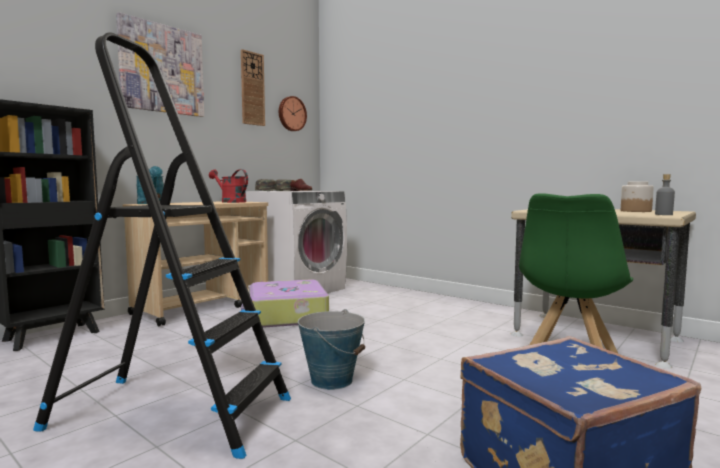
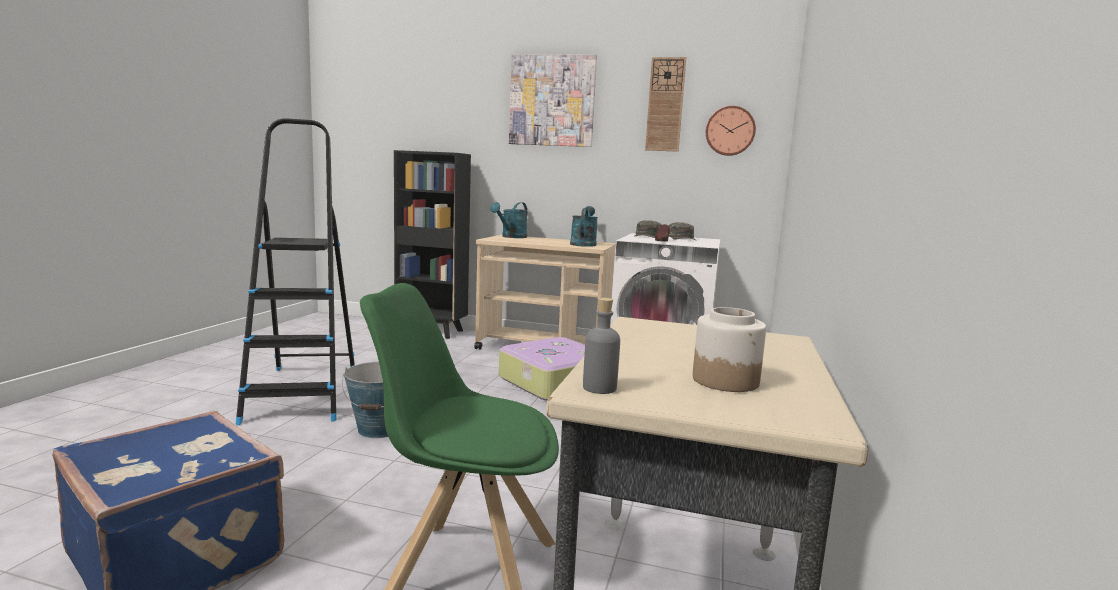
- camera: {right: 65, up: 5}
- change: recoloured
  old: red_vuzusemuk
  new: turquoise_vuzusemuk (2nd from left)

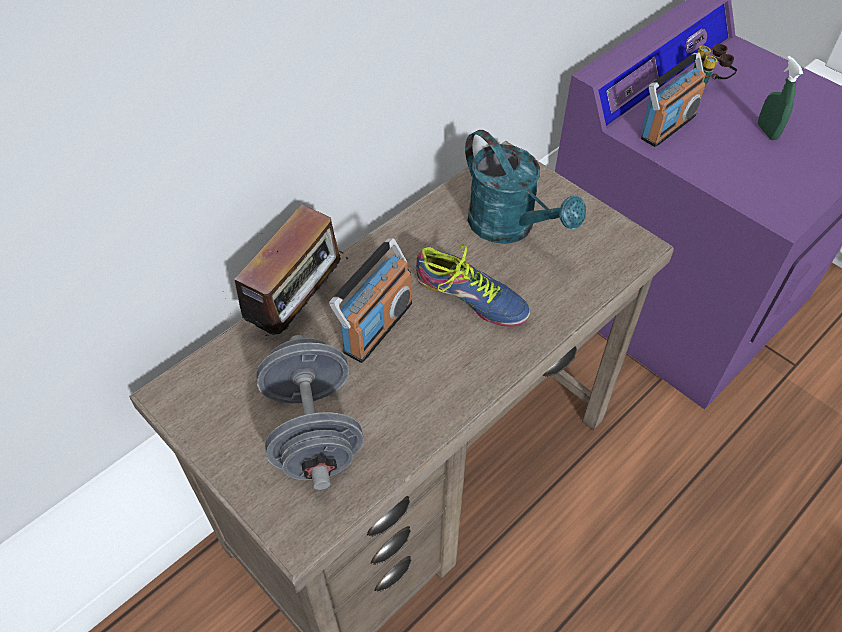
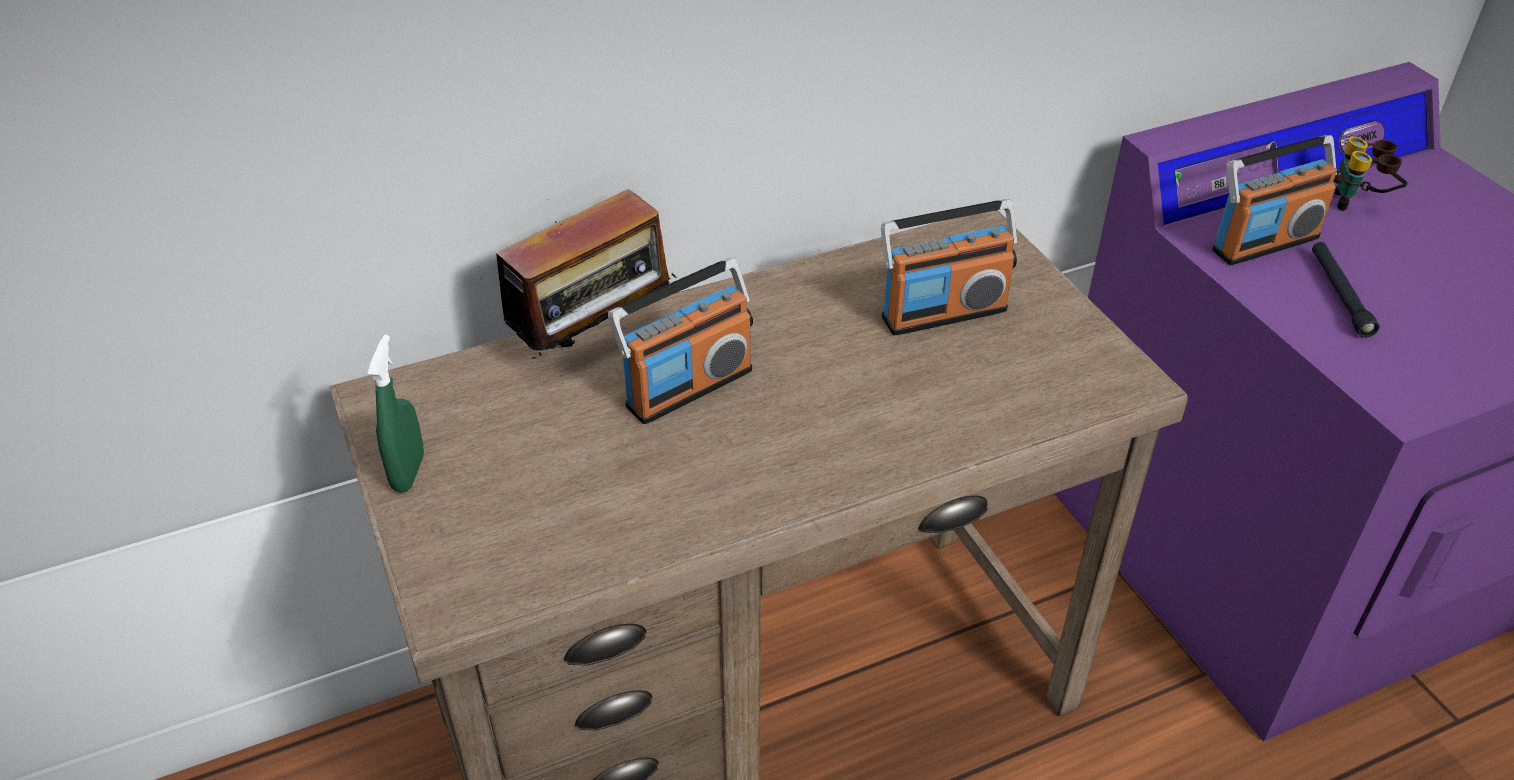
- camera: {right: 20, up: -10}
- change: moved
  old: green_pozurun
- change: replaced
  old: turquoise_vuzusemuk
  new: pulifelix (3rd from left)
- change: removed
  old: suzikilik
- change: removed
  old: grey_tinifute
- change: added
  new: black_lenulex

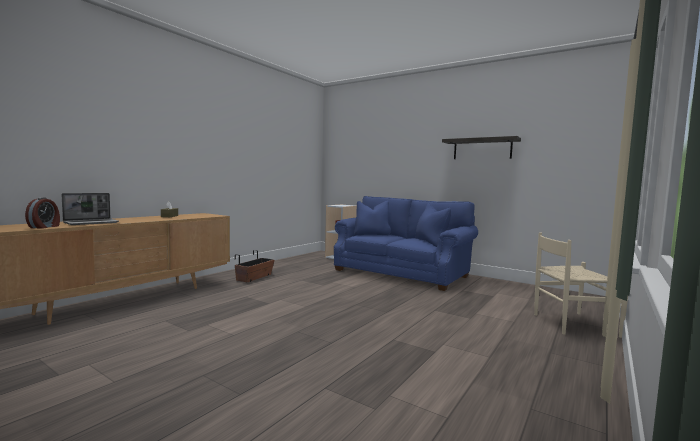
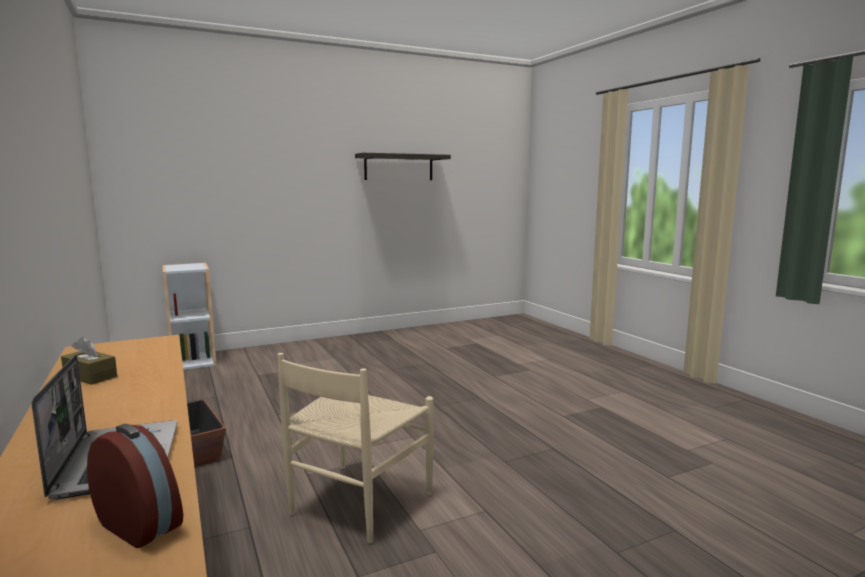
- camera: {right: -60, up: 5}
- change: removed
  old: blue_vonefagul
- change: moved
  old: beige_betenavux

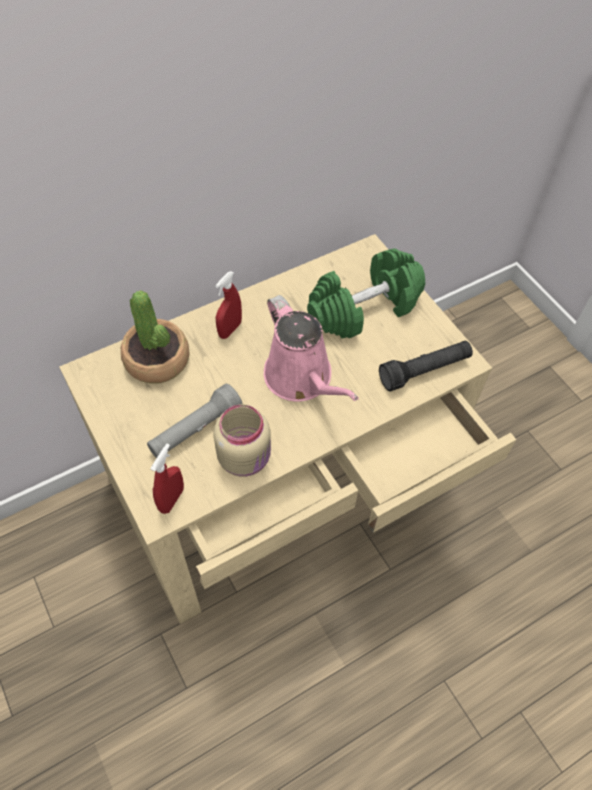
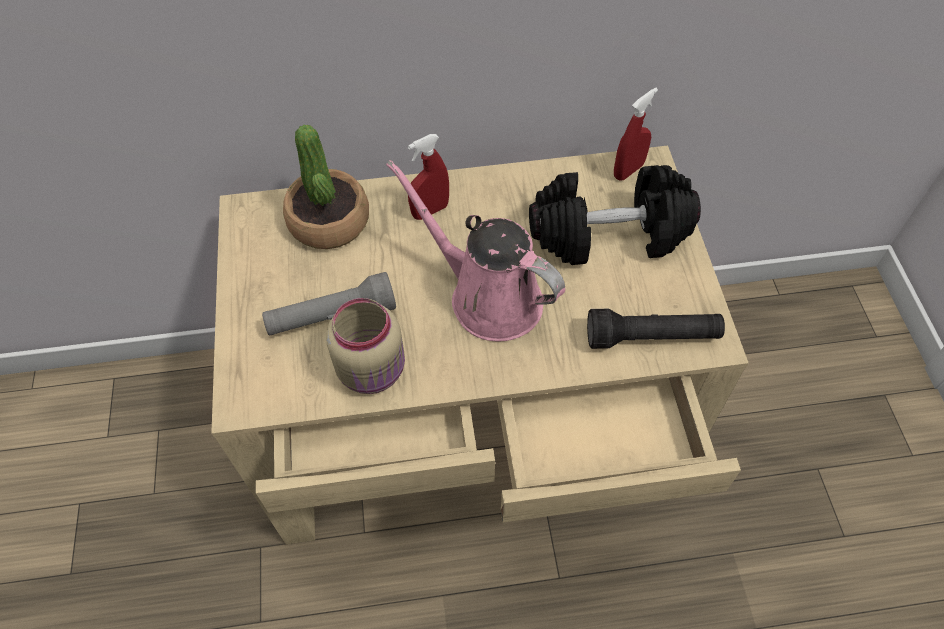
- camera: {right: 25, up: 0}
- change: recoloured
  old: green_tinifute
  new: black_tinifute
- change: turned
  old: pink_vuzusemuk
  degrees: 135
- change: moved
  old: red_pozurun (1st from left in the first image)
  new: red_pozurun (2nd from left)

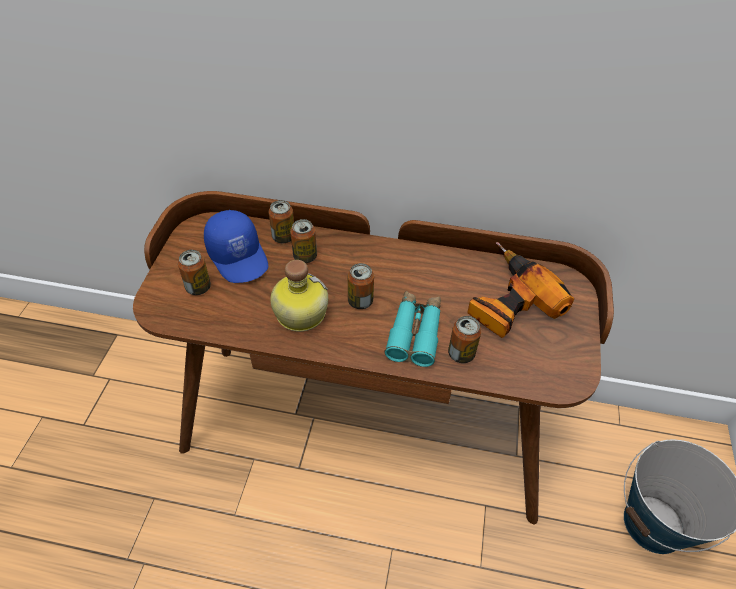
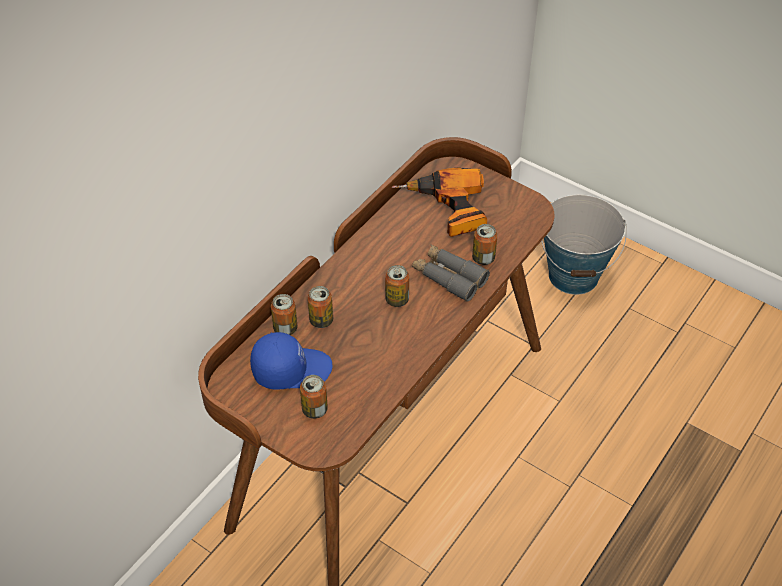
- camera: {right: -65, up: 0}
- change: removed
  old: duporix
- change: recoloured
  old: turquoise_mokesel
  new: grey_mokesel

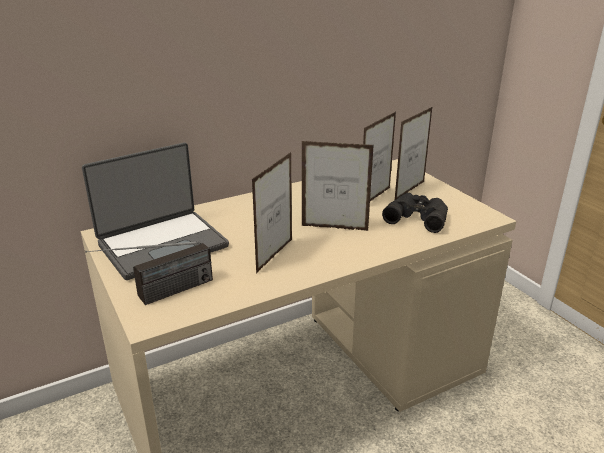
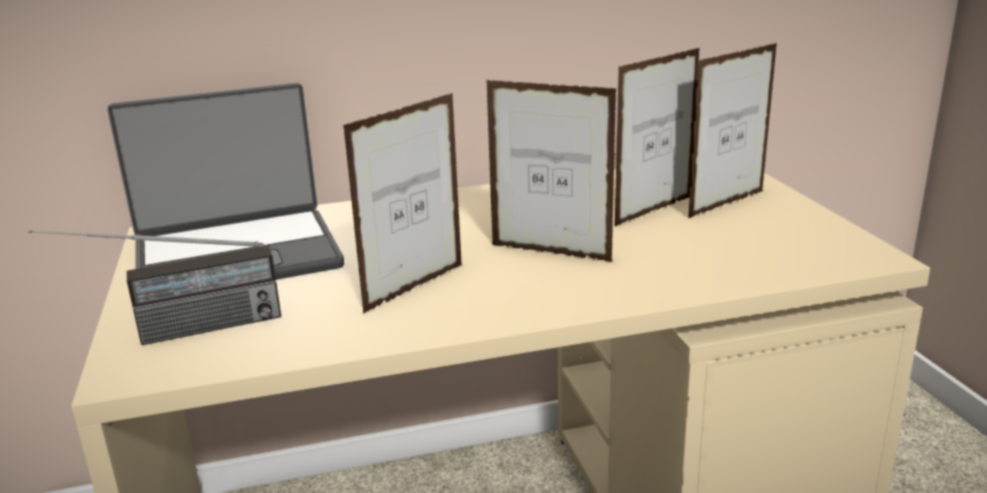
- camera: {right: 15, up: -5}
- change: removed
  old: black_mokesel

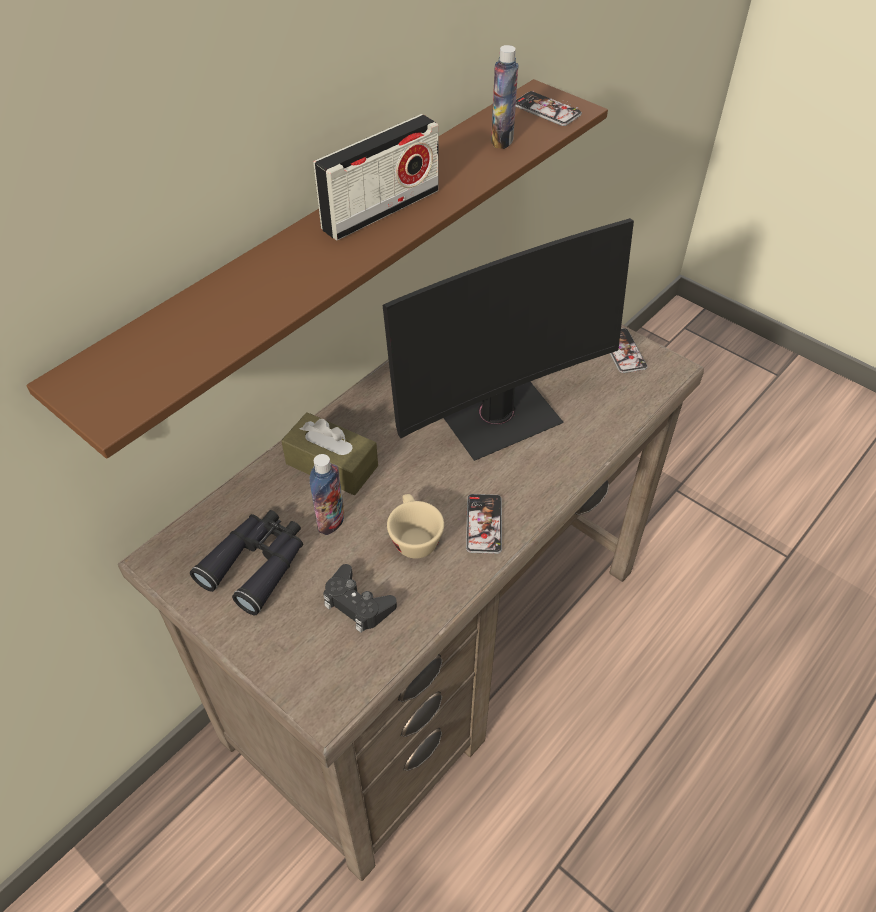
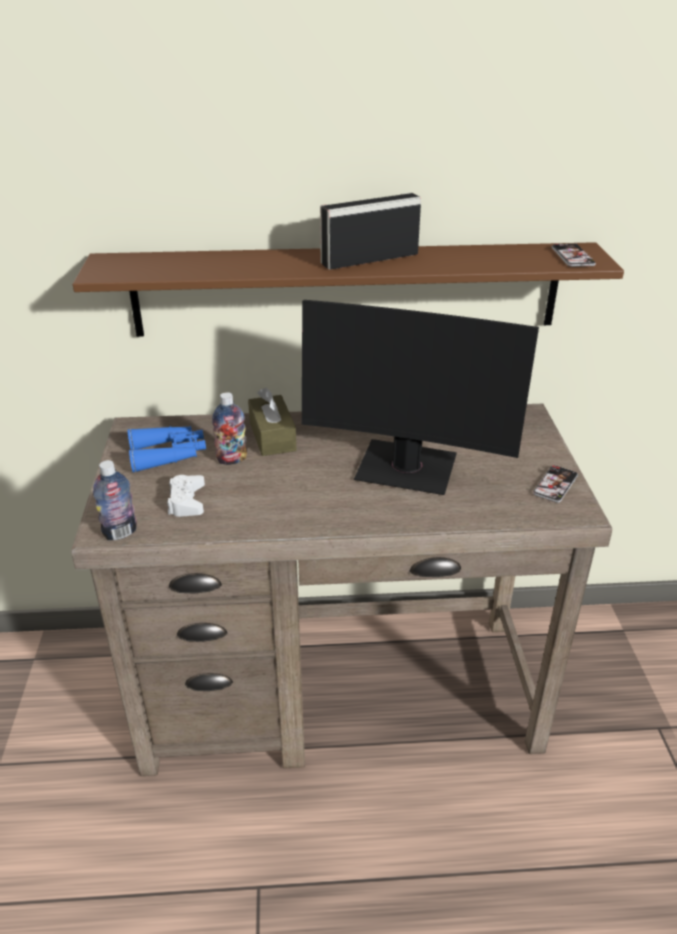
- camera: {right: 45, up: -15}
- change: moved
  old: duporix (2nd from left in the first image)
  new: duporix (1st from left)
- change: turned
  old: pulifelix
  degrees: 150
- change: removed
  old: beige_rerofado
- change: removed
  old: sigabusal (1st from left)
- change: recoloured
  old: black_mokesel
  new: blue_mokesel
- change: recoloured
  old: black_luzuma
  new: white_luzuma

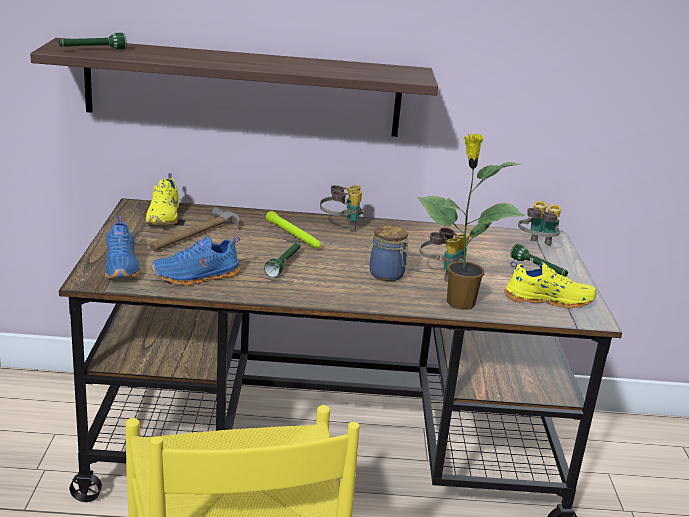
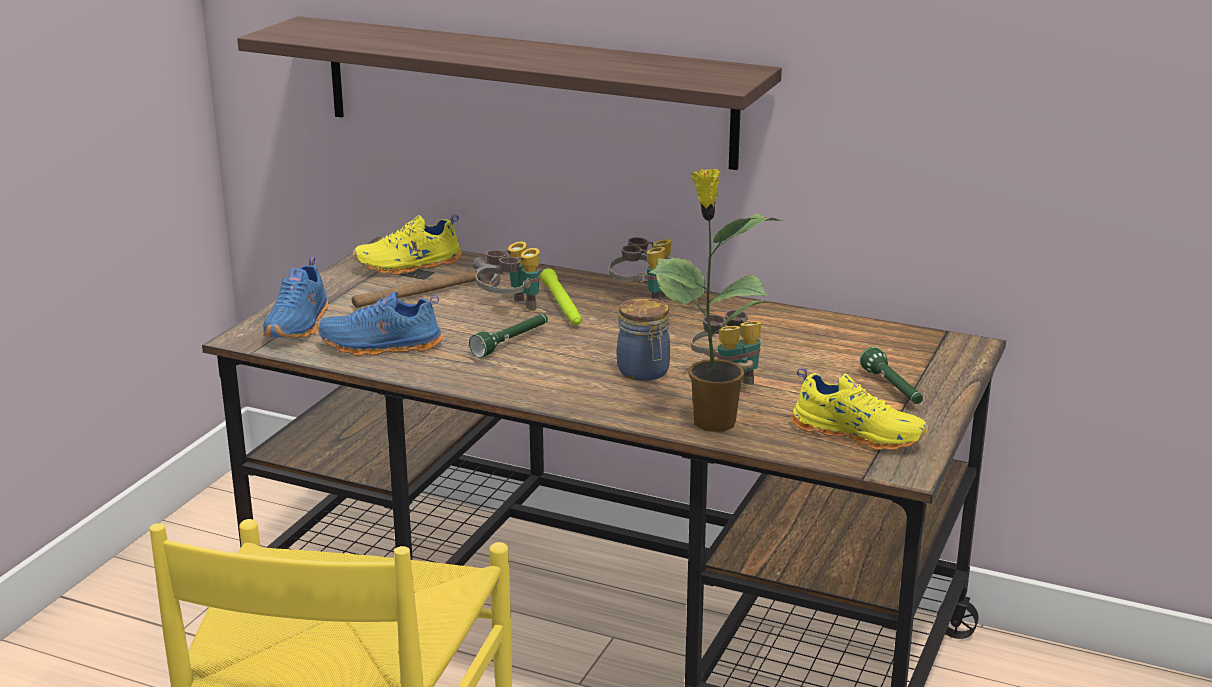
- camera: {right: 25, up: 0}
- change: removed
  old: green_lenulex (1st from left)
- change: turned
  old: yellow_suzikilik (1st from left)
  degrees: 45
- change: moved
  old: mokesel (3rd from left in the first image)
  new: mokesel (1st from left)

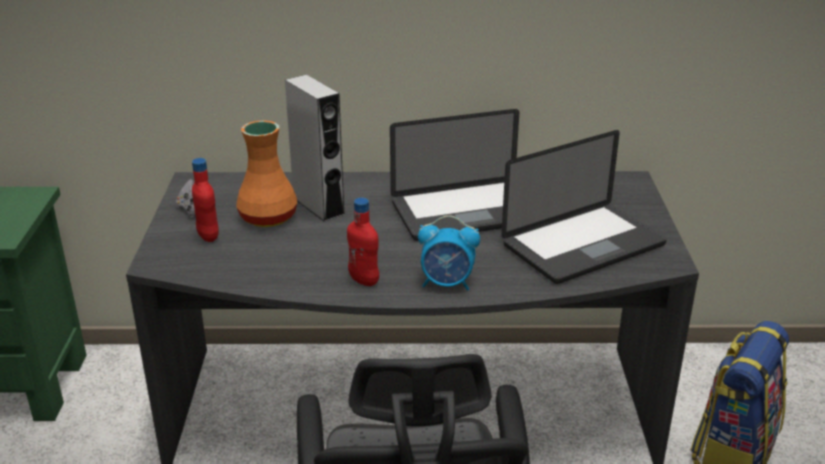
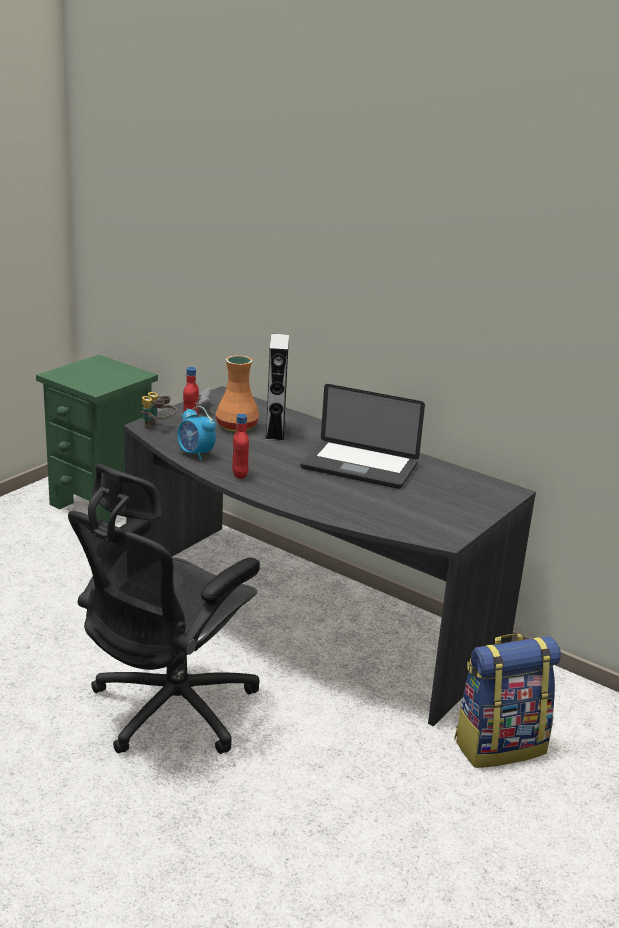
- camera: {right: 35, up: -5}
- change: removed
  old: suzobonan (2nd from left)
- change: moved
  old: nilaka
- change: added
  new: mokesel

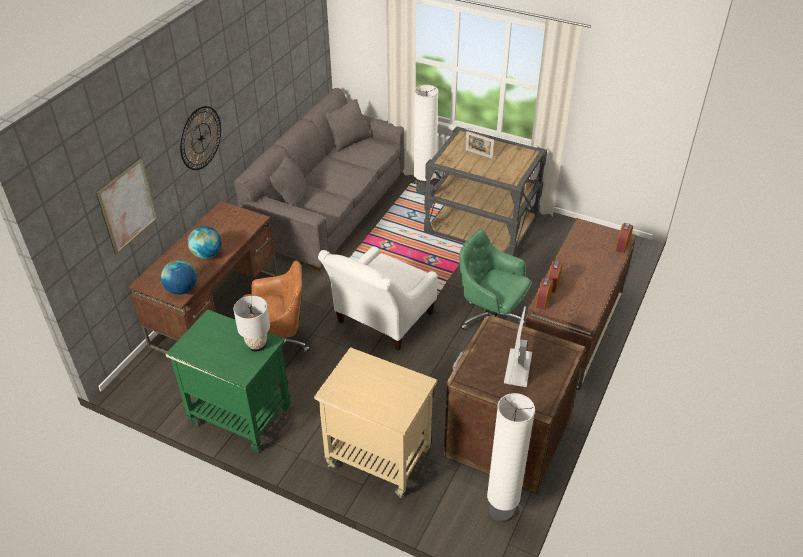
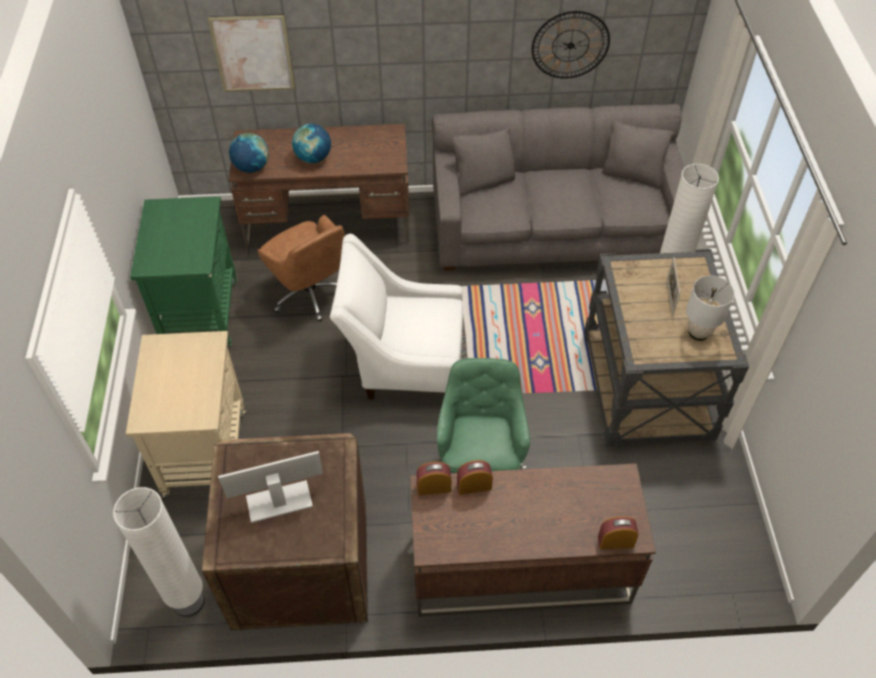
- camera: {right: 60, up: 10}
- change: moved
  old: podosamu
- change: moved
  old: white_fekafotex

